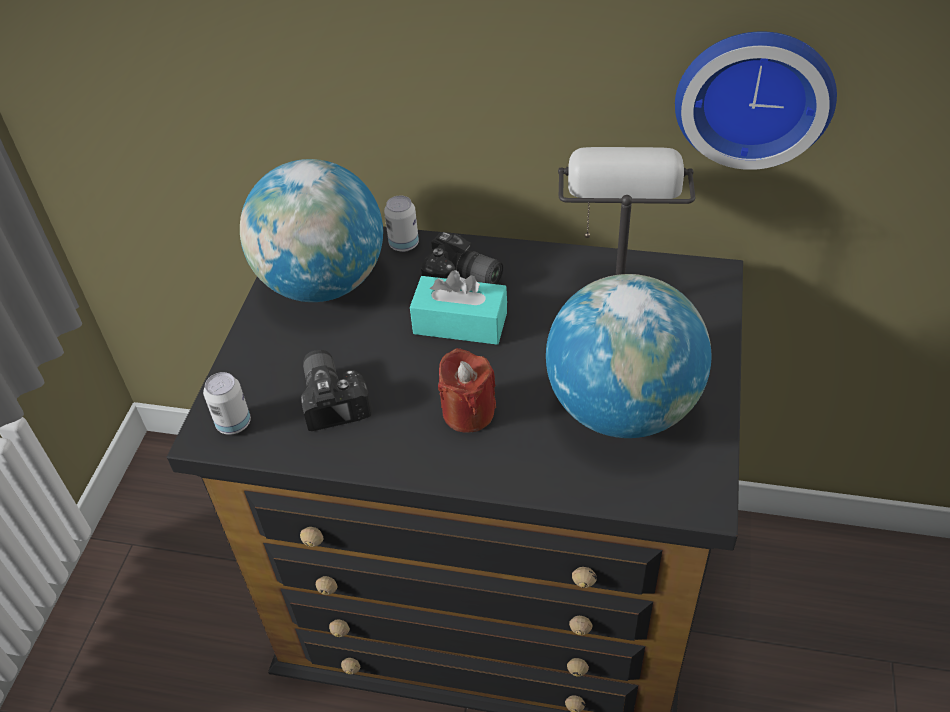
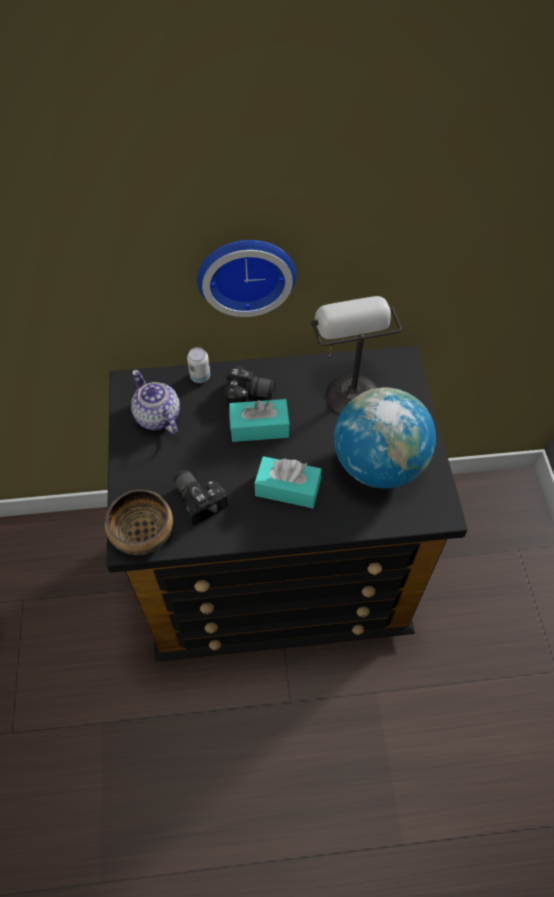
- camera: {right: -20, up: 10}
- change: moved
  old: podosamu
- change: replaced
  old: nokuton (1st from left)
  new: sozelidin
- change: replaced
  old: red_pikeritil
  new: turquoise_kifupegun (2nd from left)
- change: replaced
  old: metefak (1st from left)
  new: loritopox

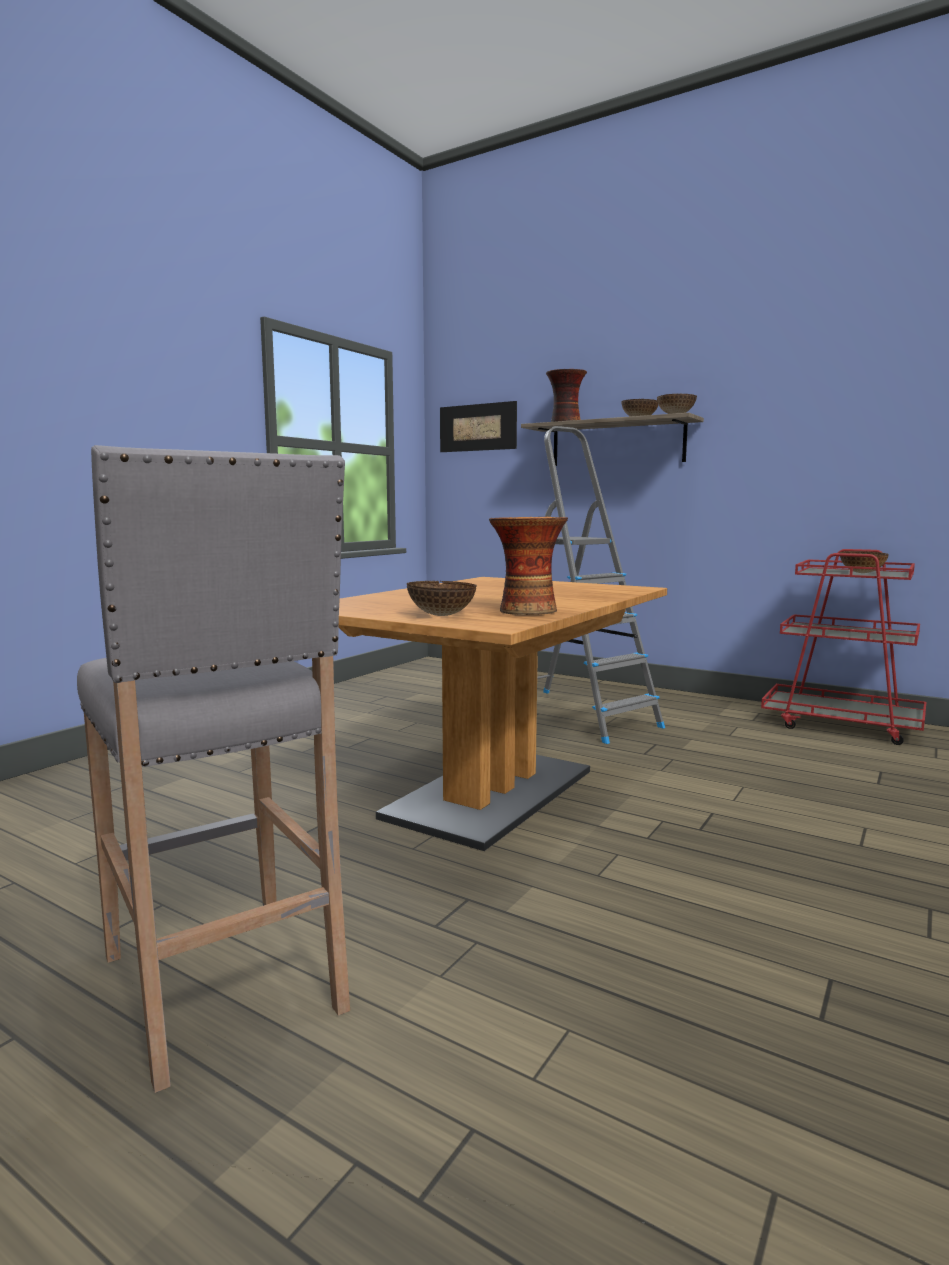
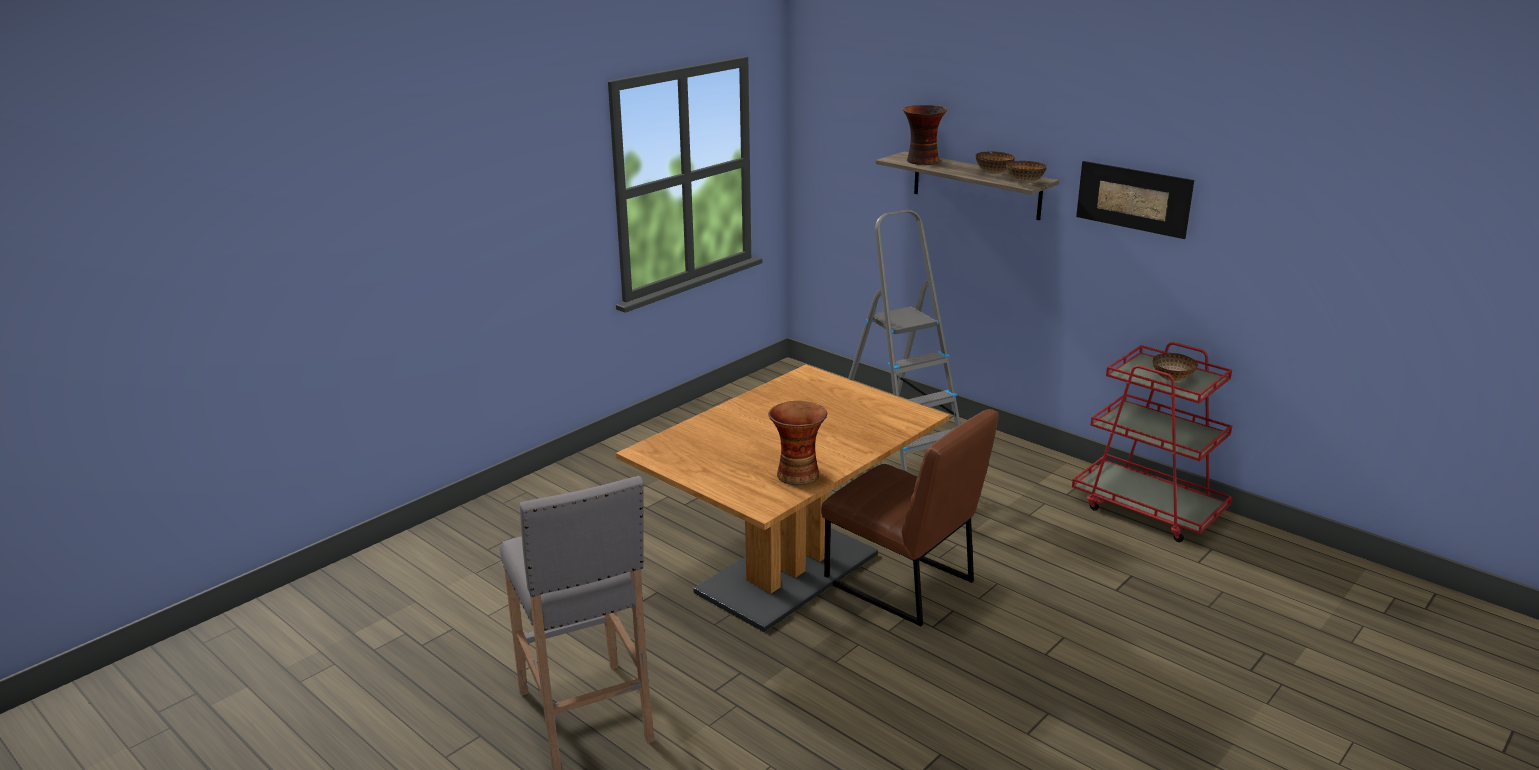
- camera: {right: 10, up: 15}
- change: moved
  old: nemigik
- change: removed
  old: loritopox (1st from left)
- change: added
  new: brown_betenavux

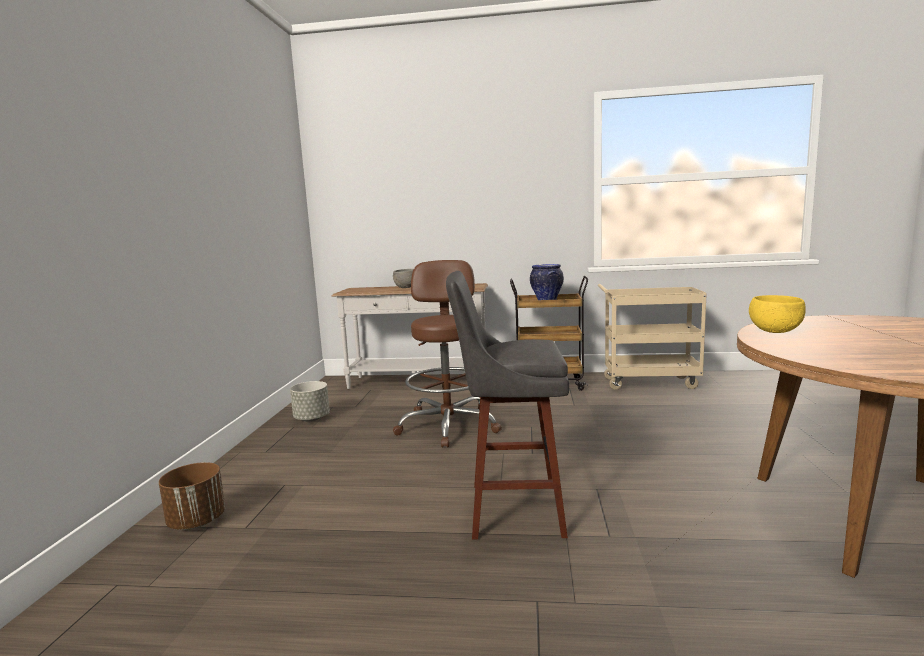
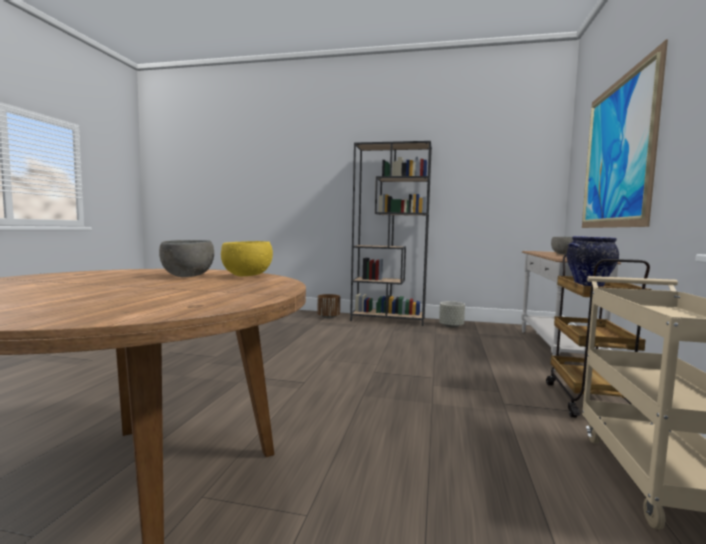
- camera: {right: 95, up: -5}
- change: removed
  old: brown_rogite
- change: removed
  old: grey_rogite
- change: added
  new: nemigik
- change: added
  new: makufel
- change: added
  new: grey_loritopox (1st from left)

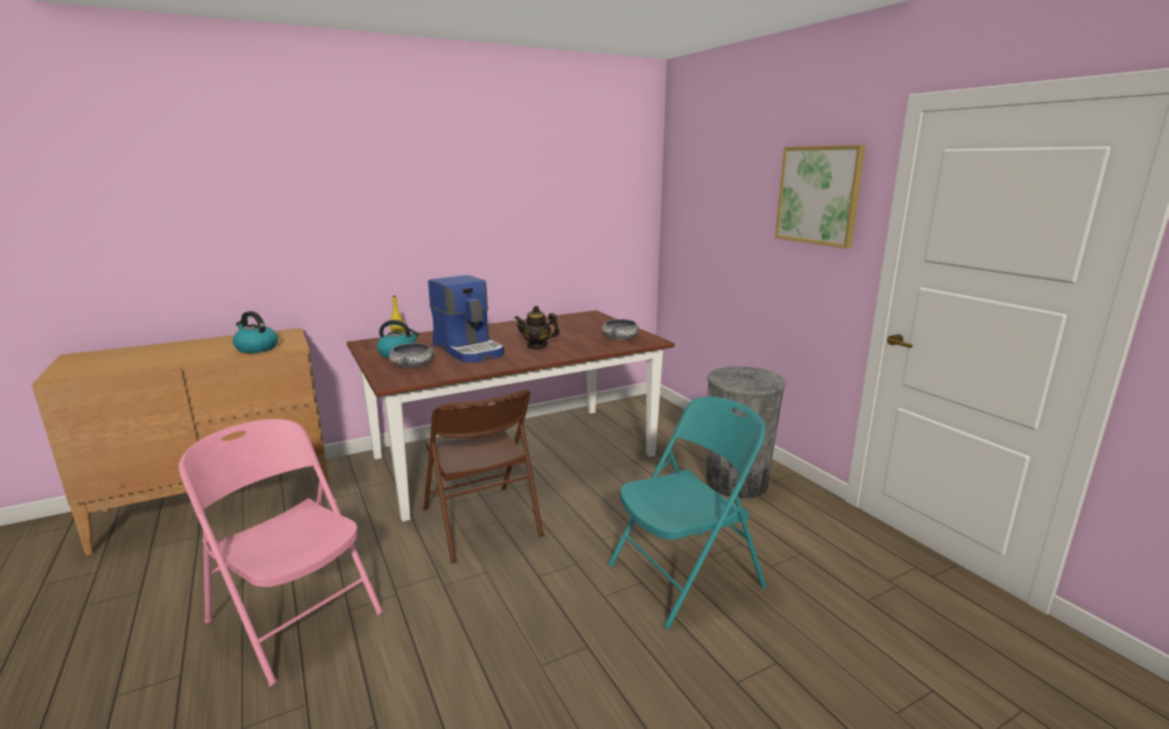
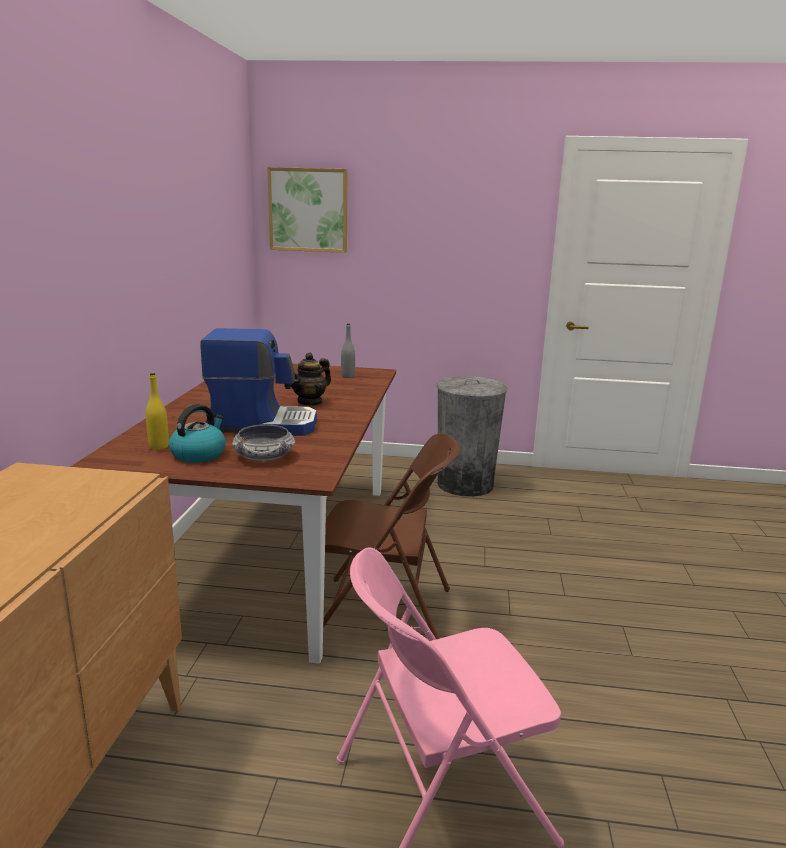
- camera: {right: -55, up: 0}
- change: moved
  old: nemigik
- change: removed
  old: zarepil (1st from left)
- change: replaced
  old: loritopox (2nd from left)
  new: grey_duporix
- change: removed
  old: turquoise_betenavux

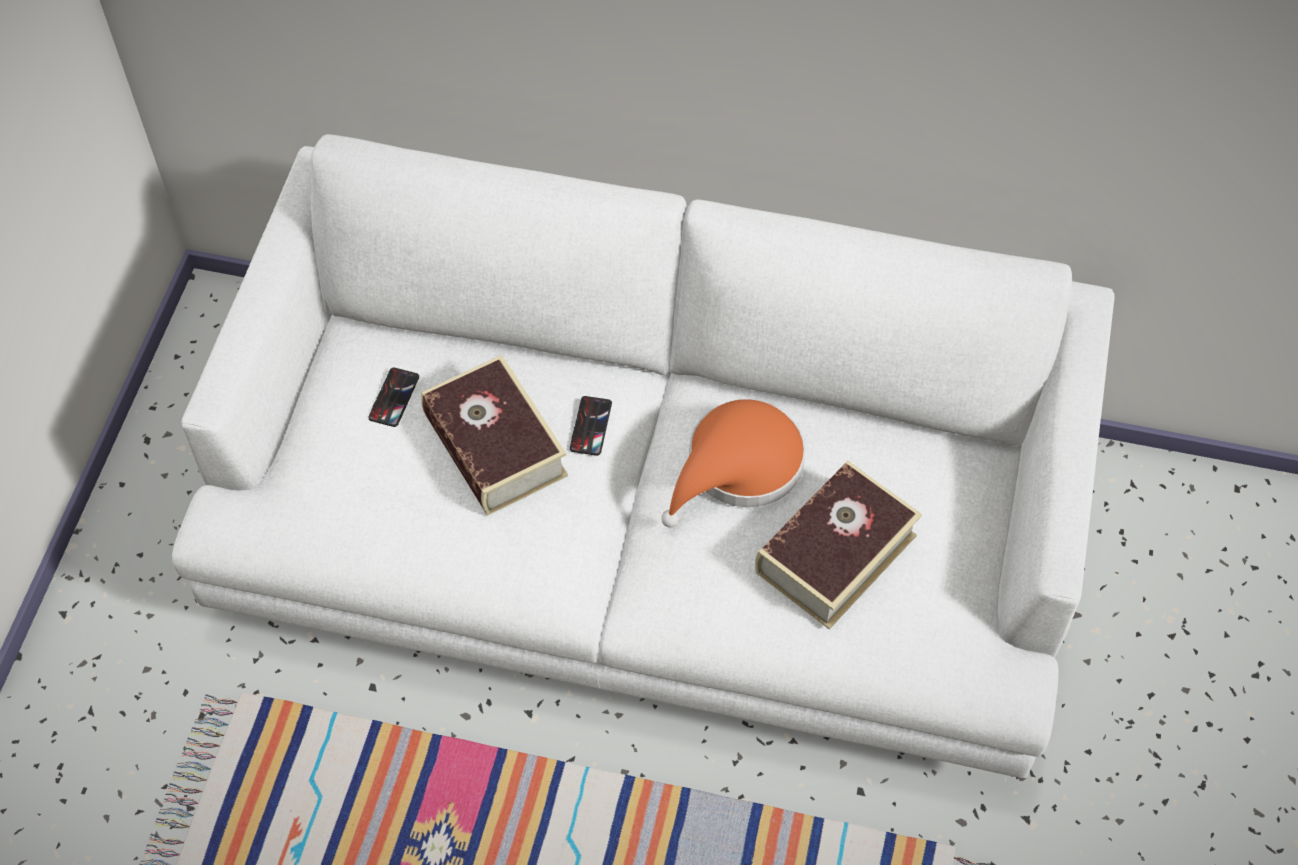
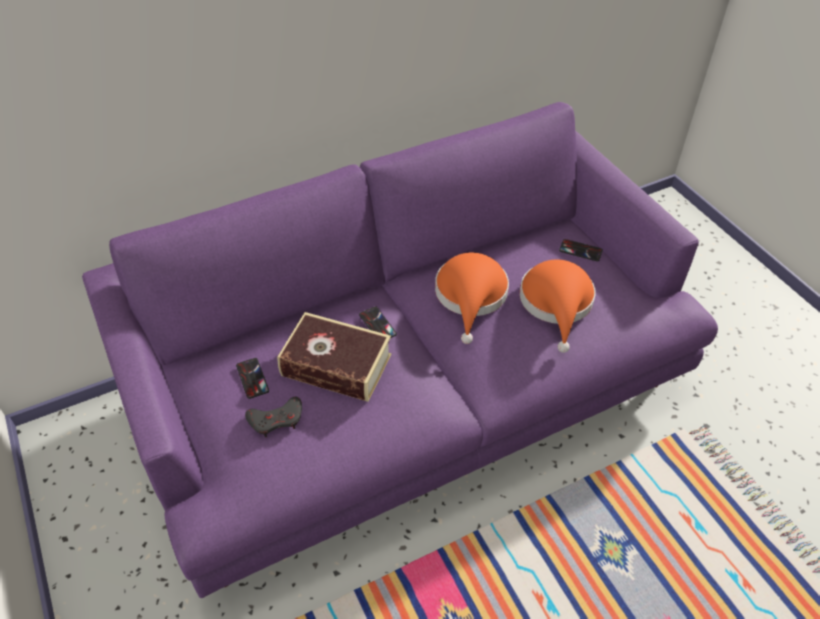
- camera: {right: -40, up: -10}
- change: recoloured
  old: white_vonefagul
  new: purple_vonefagul
- change: replaced
  old: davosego (2nd from left)
  new: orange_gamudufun (2nd from left)
- change: added
  new: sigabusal (3rd from left)
- change: added
  new: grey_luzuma

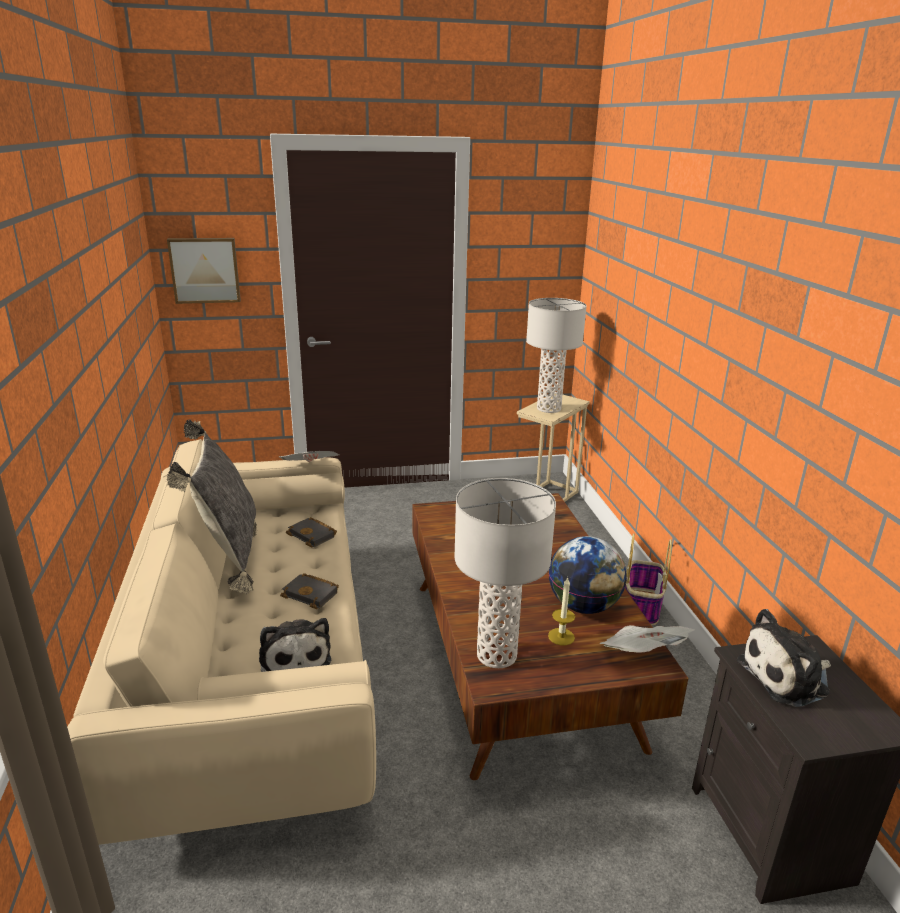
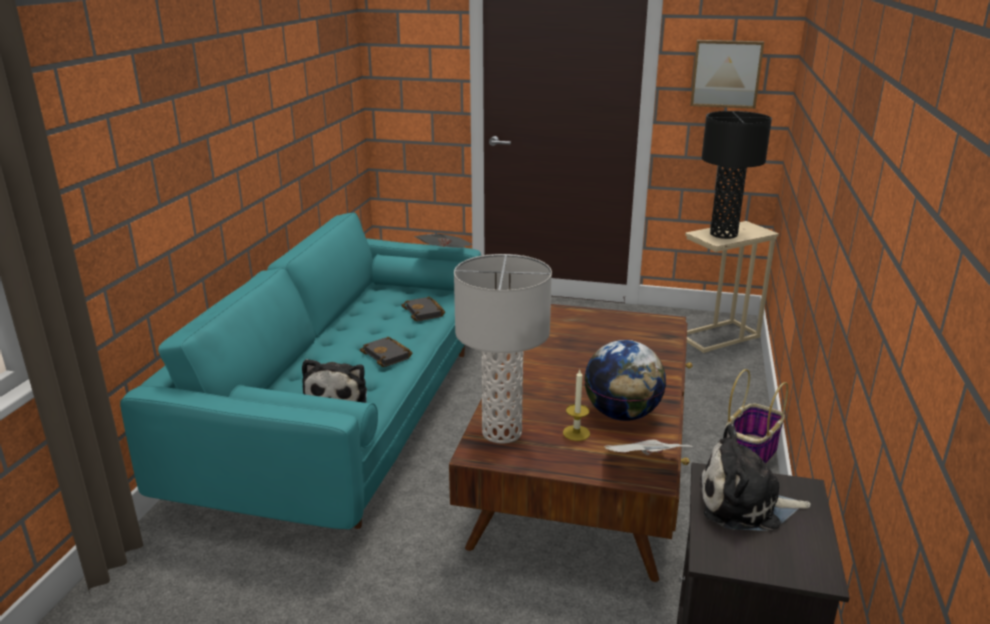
- camera: {right: 25, up: 0}
- change: moved
  old: nemigik
- change: recoloured
  old: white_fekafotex (2nd from left)
  new: black_fekafotex
- change: removed
  old: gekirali
- change: recoloured
  old: beige_vonefagul
  new: turquoise_vonefagul

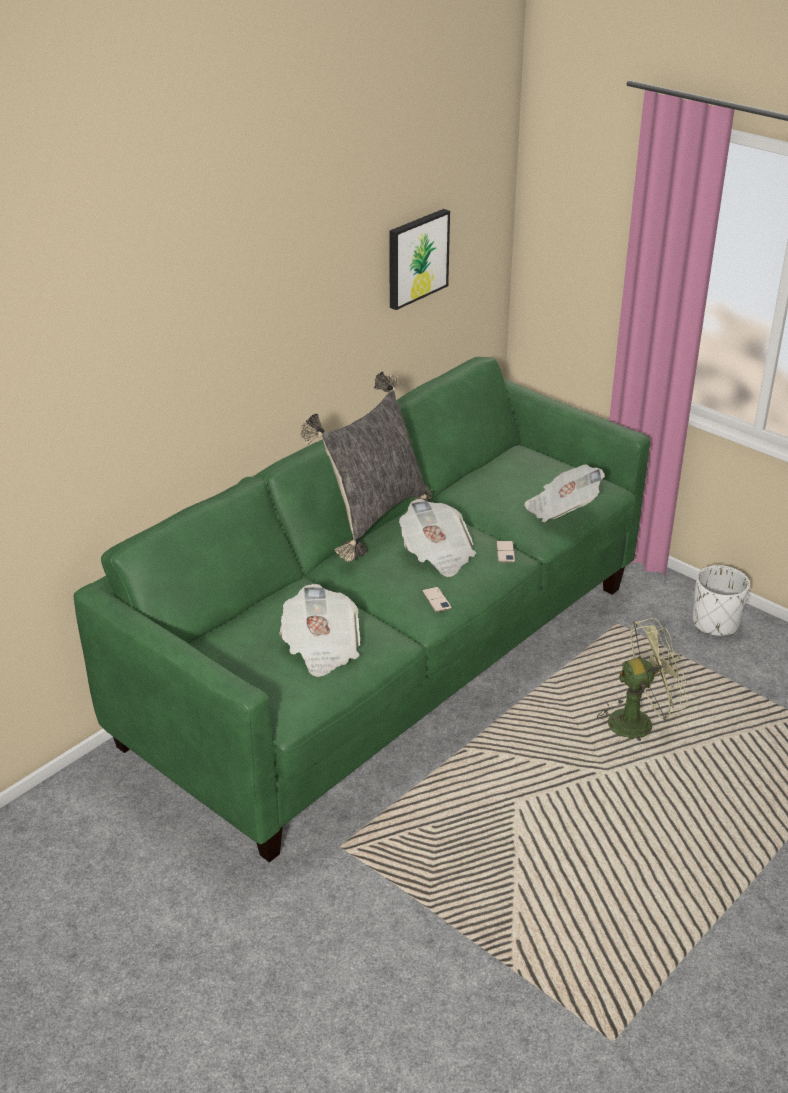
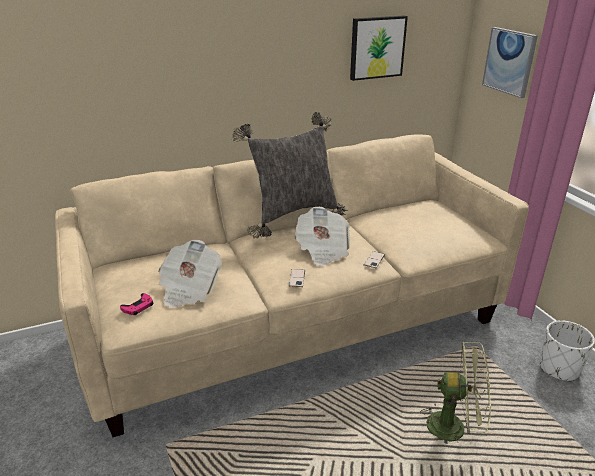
- camera: {right: 25, up: -5}
- change: recoloured
  old: green_vonefagul
  new: beige_vonefagul
- change: removed
  old: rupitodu (3rd from left)
- change: added
  new: nemigik (2nd from left)
- change: added
  new: pink_luzuma

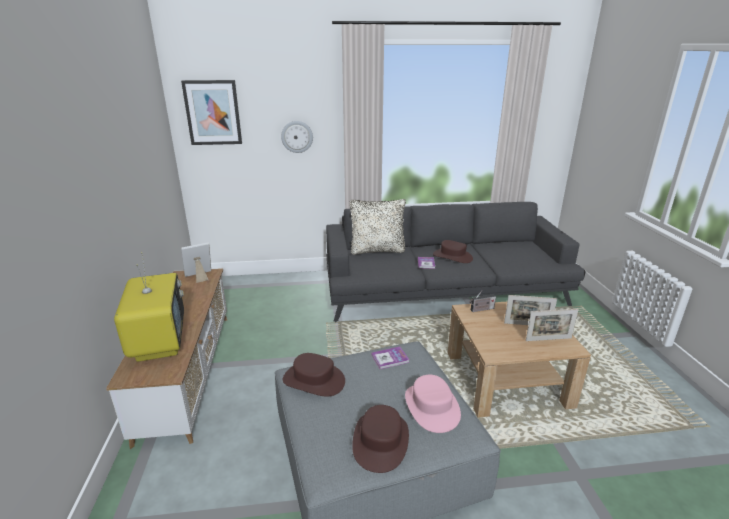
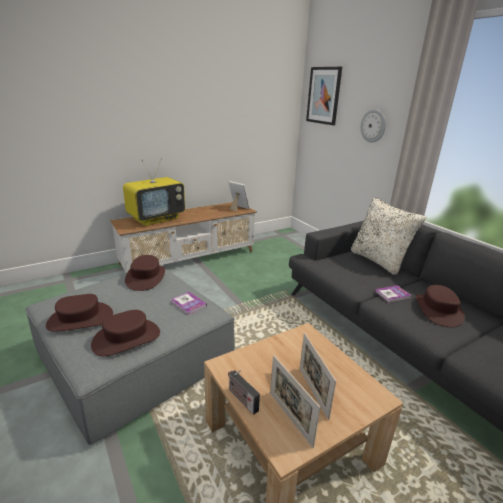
- camera: {right: 65, up: 0}
- change: moved
  old: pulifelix
- change: recoloured
  old: pink_gamudufun
  new: brown_gamudufun (2nd from left)

